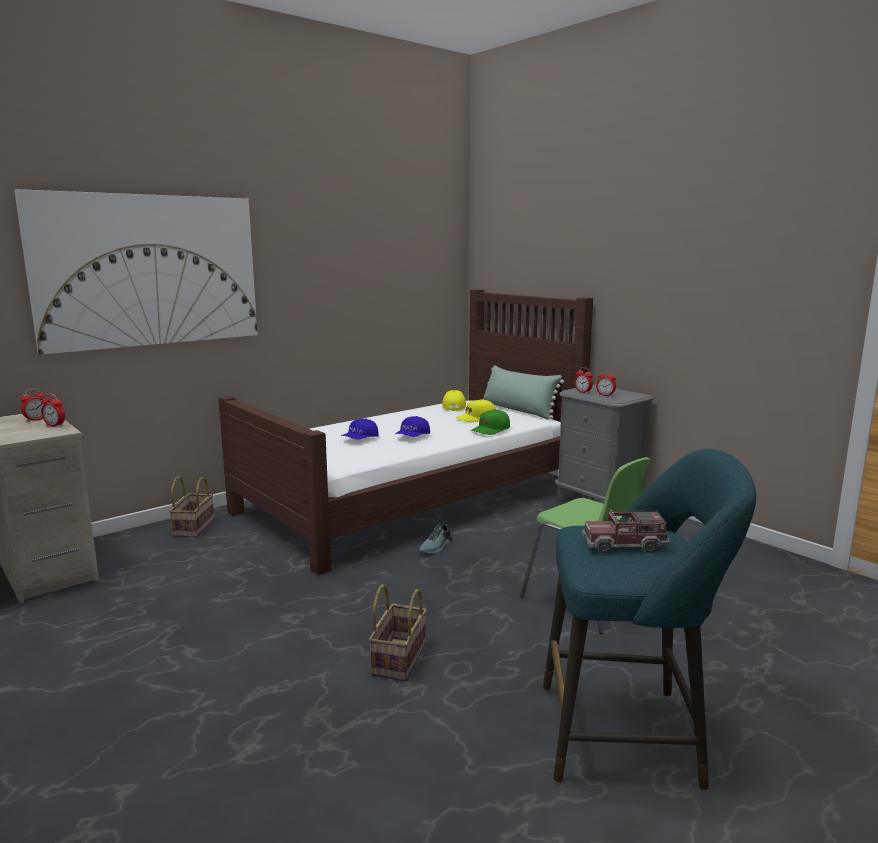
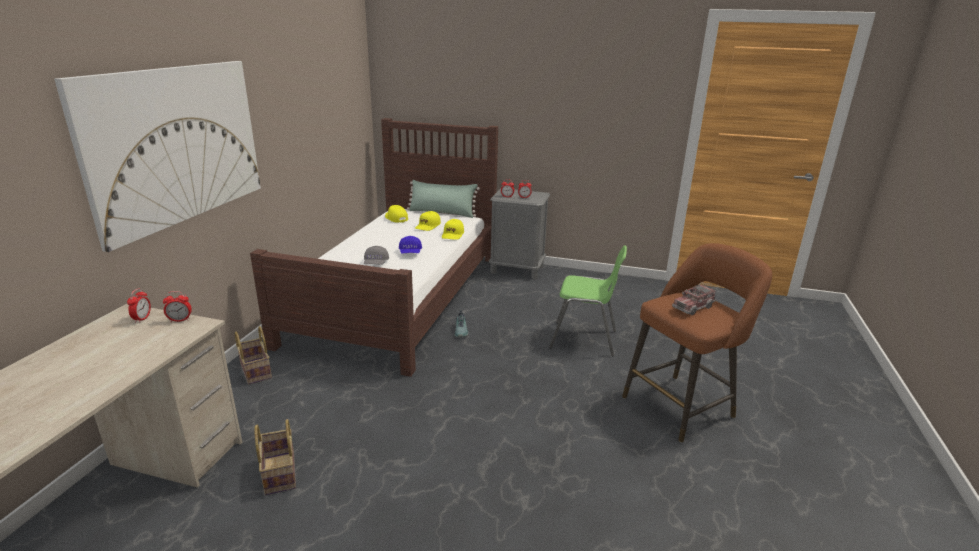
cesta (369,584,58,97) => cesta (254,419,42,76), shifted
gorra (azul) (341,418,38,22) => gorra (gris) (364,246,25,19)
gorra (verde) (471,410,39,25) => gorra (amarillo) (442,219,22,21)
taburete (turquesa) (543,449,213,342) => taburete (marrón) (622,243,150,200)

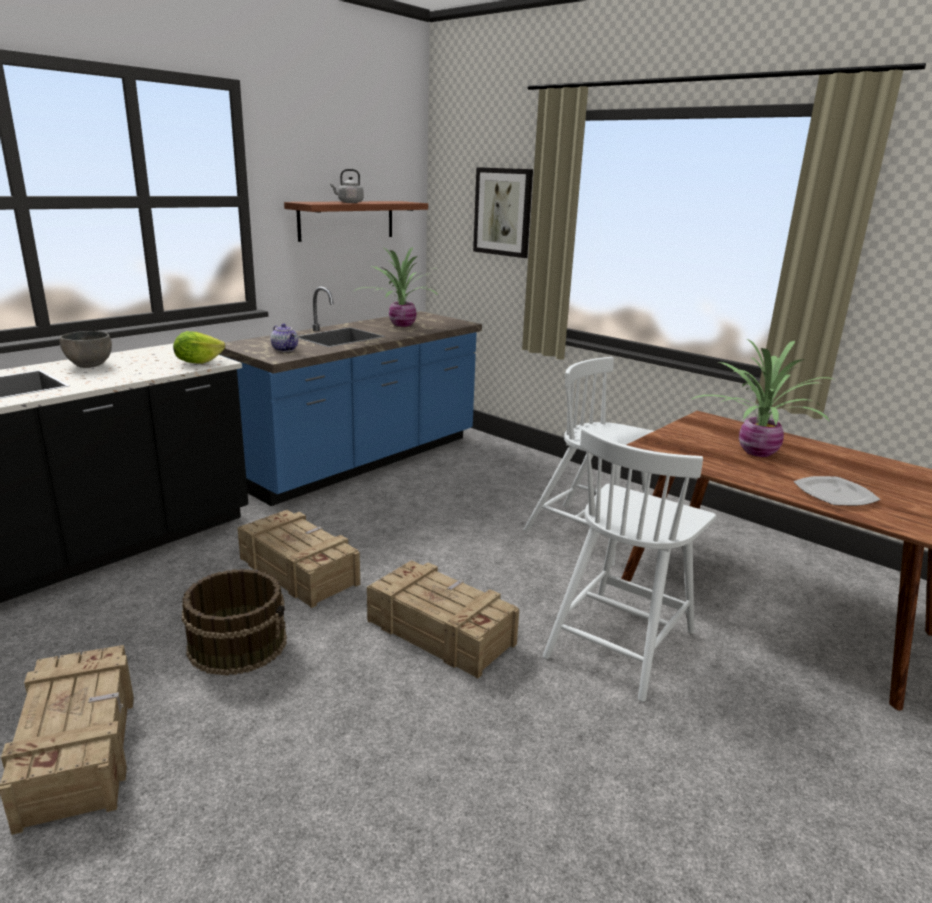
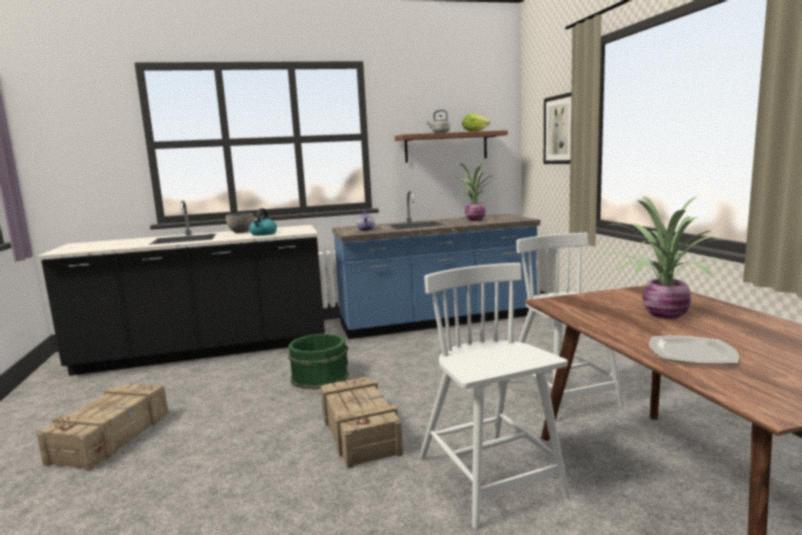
cubo (marrón) (182,569,105,107) => nothing
nothing => hervidor (249,208,28,28)
lechuga (173,331,52,33) => lechuga (462,114,28,18), shifted
caja de embalaje (237,510,123,98) => cubo (verde) (288,334,61,55)
silla (blanco) (543,428,173,274) => silla (blanco) (419,263,151,266), 90 degrees clockwise

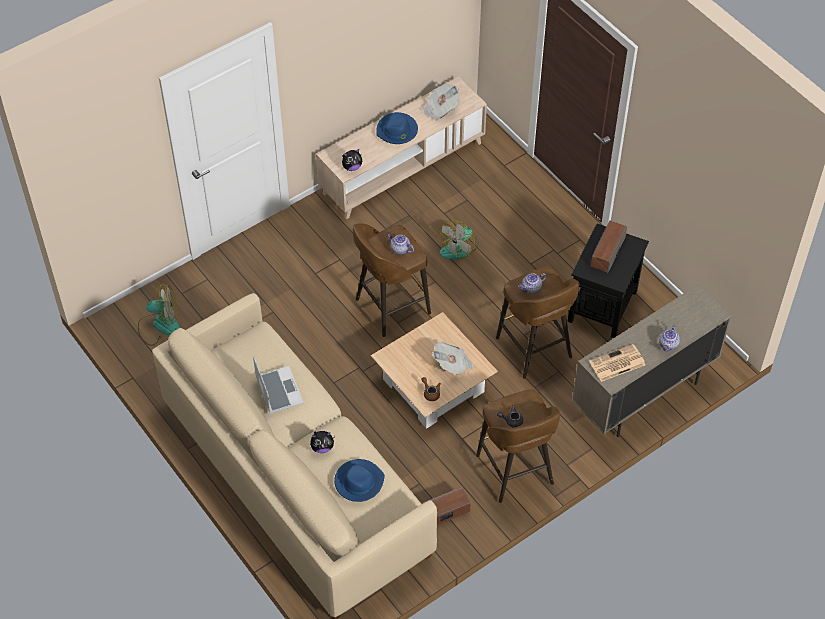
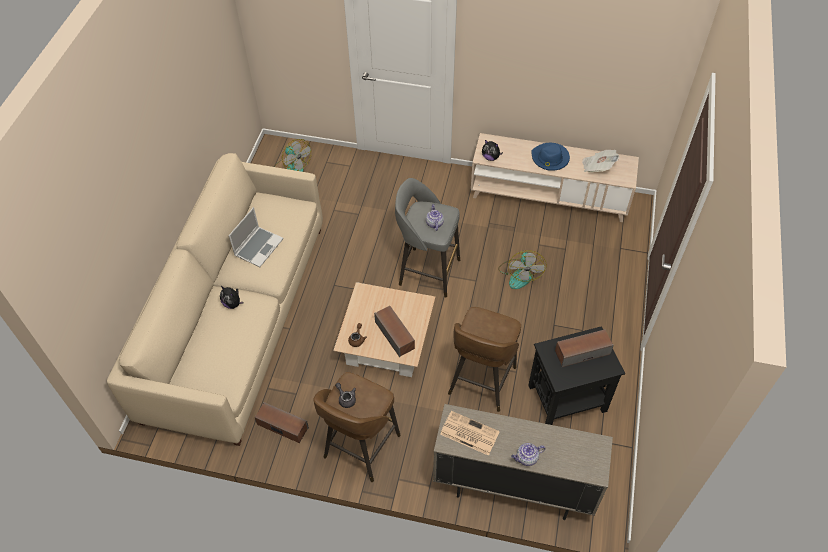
sombrero (azul) (334,459,51,43) => nothing
tetera (518,273,29,21) => nothing
periódico (432,342,43,33) => altavoz (374,306,41,51)
taburete (marrón) (353,223,78,114) => taburete (gris) (395,178,65,120)
ventilador (440,220,39,40) => ventilador (498,250,49,39), 90 degrees counterclockwise

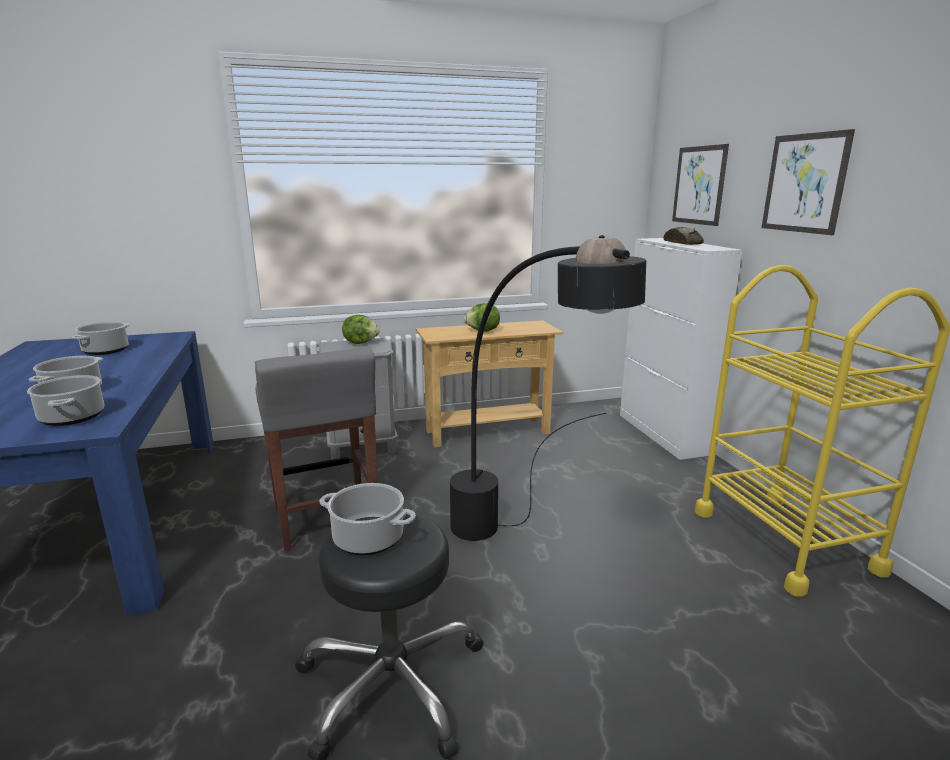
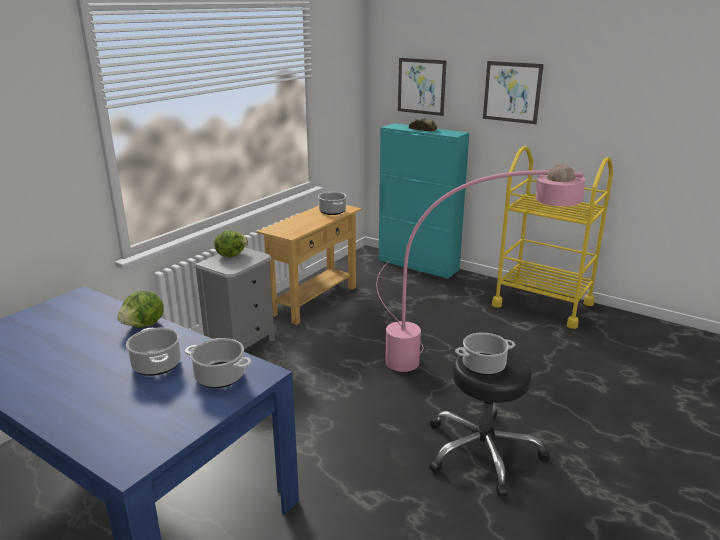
taburete (gris) (255,348,123,203) => nothing
olla (71,321,59,34) => olla (318,192,29,23), shifted
lechuga (464,303,36,29) => lechuga (117,291,47,37), shifted
lámpara de pie (negro) (450,235,196,306) => lámpara de pie (rosa) (376,165,209,207)
armario (blanco) (620,238,122,222) => armario (turquesa) (379,123,90,156)

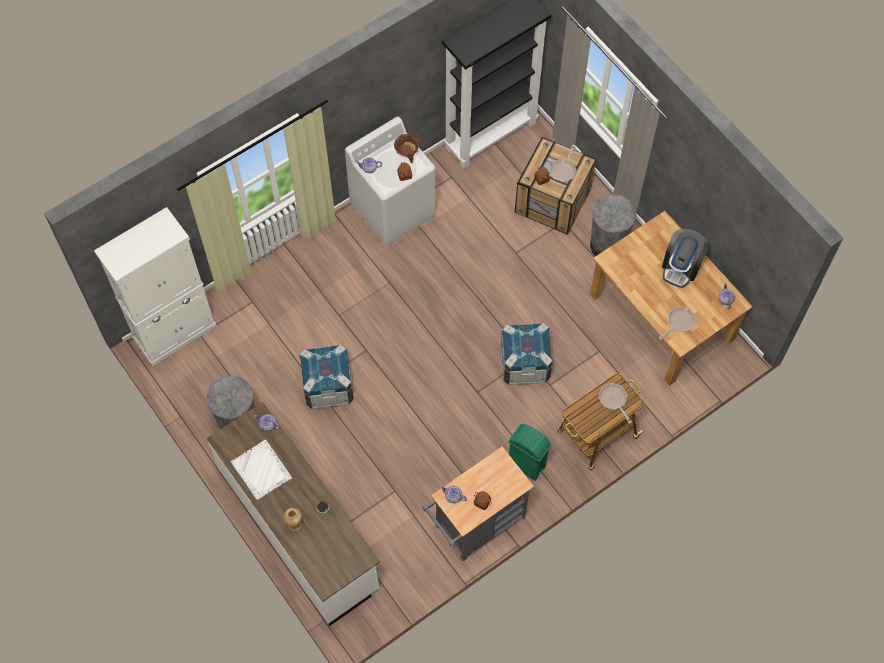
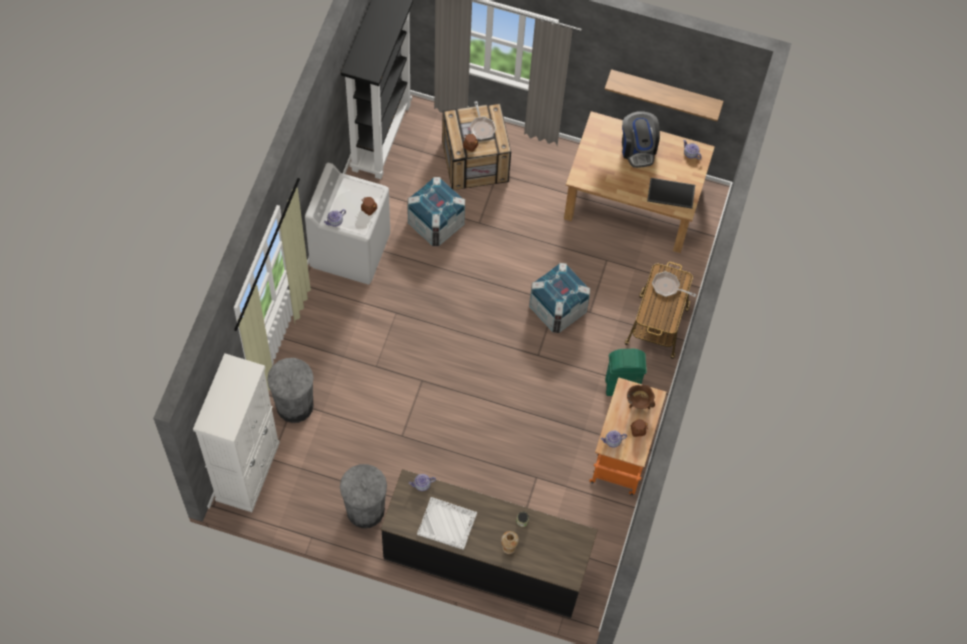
nothing => estante (604,69,120,52)
caja de embalaje (299,344,55,65) => caja de embalaje (408,177,57,69), shifted
olla (marrón) (394,134,26,29) => olla (marrón) (627,384,28,25), shifted
papelera (gris) (590,194,46,62) => papelera (gris) (267,358,47,65), shifted
sartén (659,307,37,33) => bandeja (647,178,48,31)
mueble bajo de cocina (blanco) (207,402,173,224) => mueble bajo de cocina (negro) (381,469,217,149)
carrito (gris) (423,447,111,114) => carrito (naranja) (590,377,76,119)

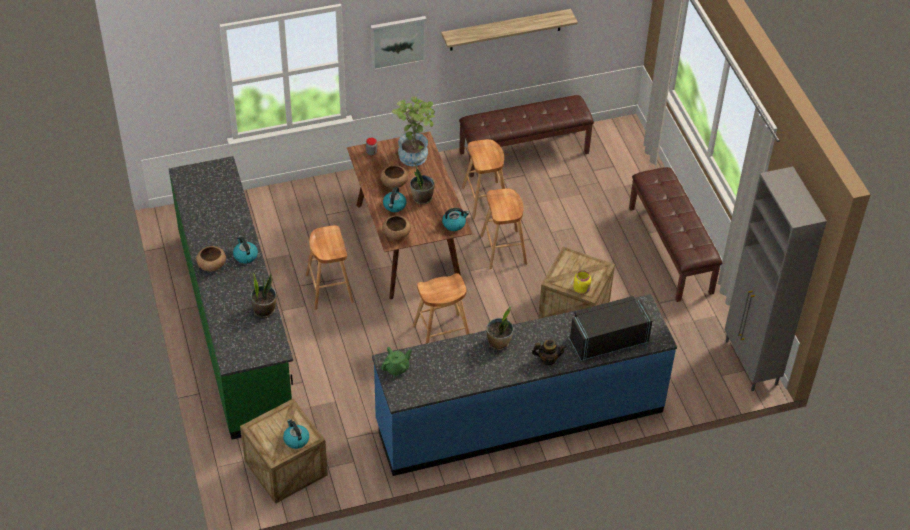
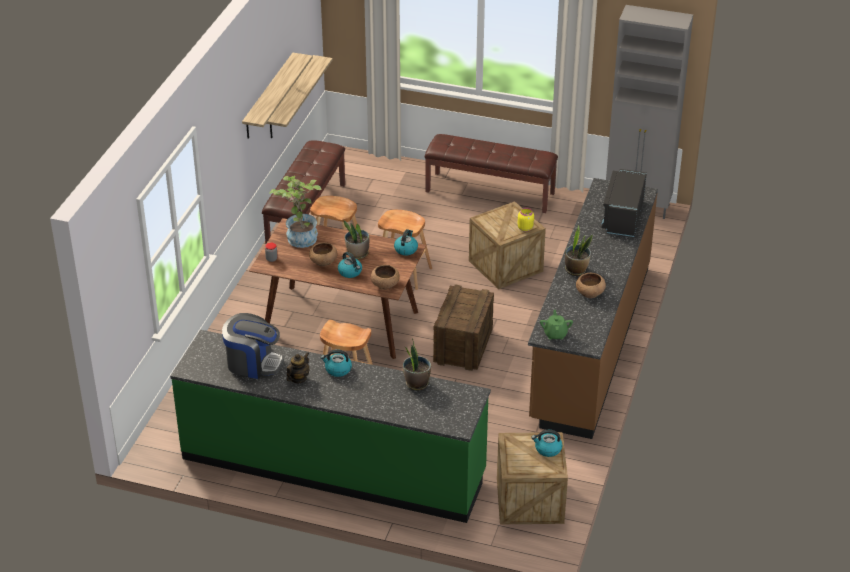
cuadro (371,16,55,55) => nothing
nothing => cafetera (222,313,62,66)
nothing => estante (266,55,67,83)
cuenco (marrón) (196,246,30,26) => cuenco (marrón) (576,273,30,25), shifted
tetera (532,340,34,25) => tetera (287,352,23,32), shifted
taburete (marrón) (413,273,57,70) => caja de embalaje (433,285,61,86)
mueble bajo de cocina (azul) (372,294,305,182) => mueble bajo de cocina (marrón) (528,178,130,261)

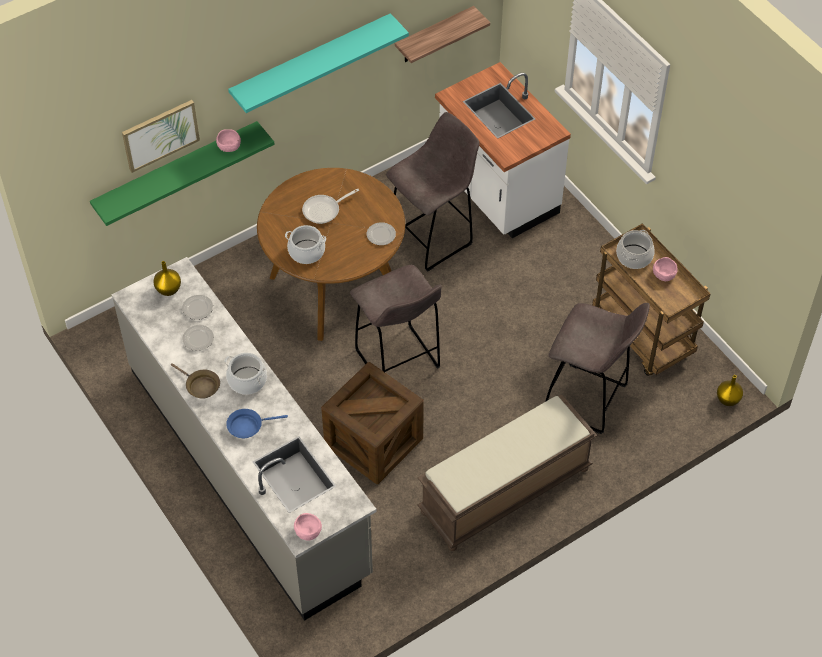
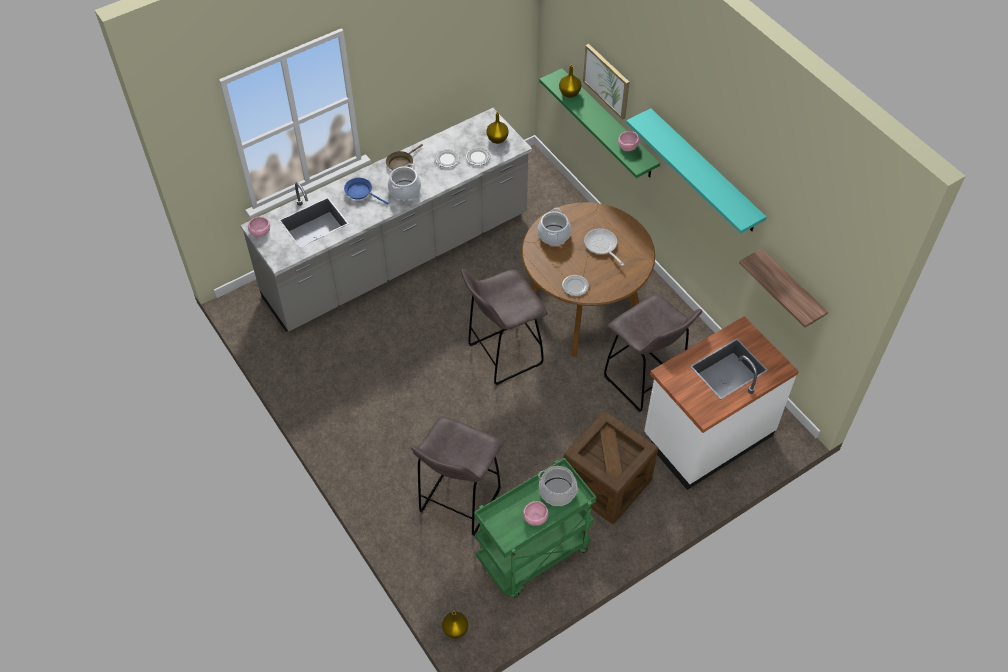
banco (marrón) (418,394,180,157) => nothing
nothing => florero (amarillo) (559,65,23,33)
caja de embalaje (321,362,103,122) => caja de embalaje (563,411,95,113), shifted
carrito (marrón) (592,224,118,152) => carrito (verde) (474,458,122,140)
sartén (azul) (226,409,62,29) => sartén (azul) (344,178,45,26), 45 degrees counterclockwise

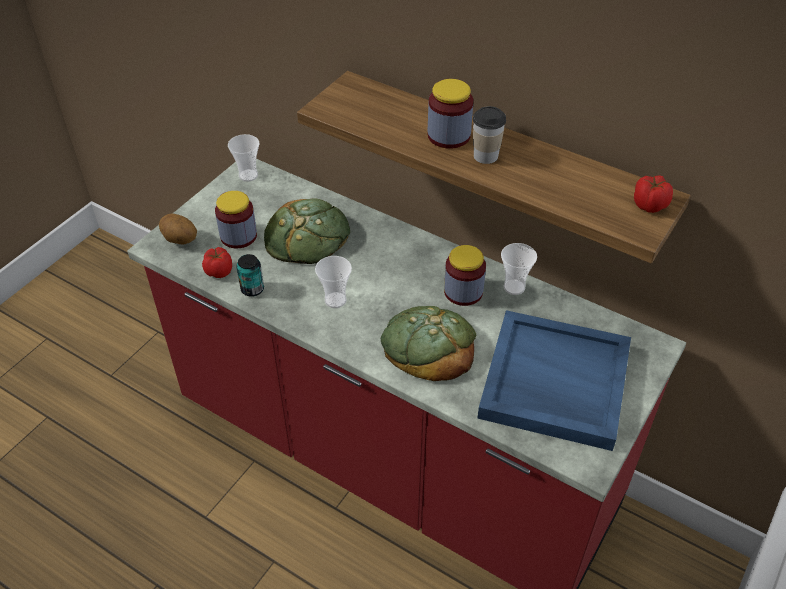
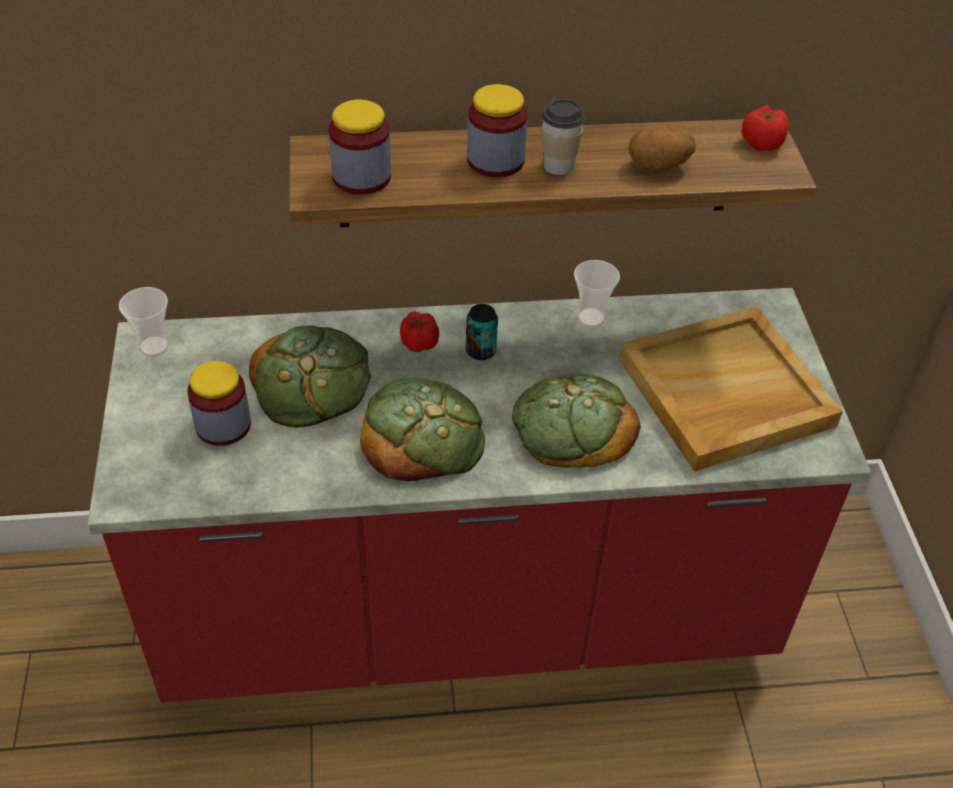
patata (159,213,38,31) => patata (628,125,67,46), shifted
tomate (202,247,30,31) => tomate (400,311,40,41), shifted
lata (236,254,28,43) => lata (466,304,32,56), shifted
tarro (444,245,42,61) => tarro (329,100,62,95), shifted
taza (315,256,37,52) => pan (360,378,125,103)
bandeja (azul) (477,310,154,141) => bandeja (beis) (618,306,225,166)

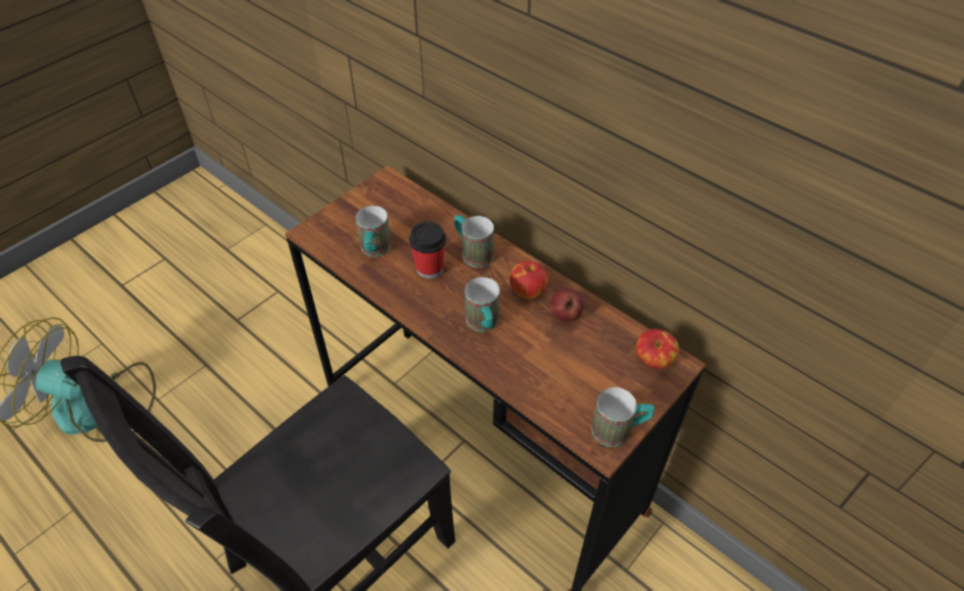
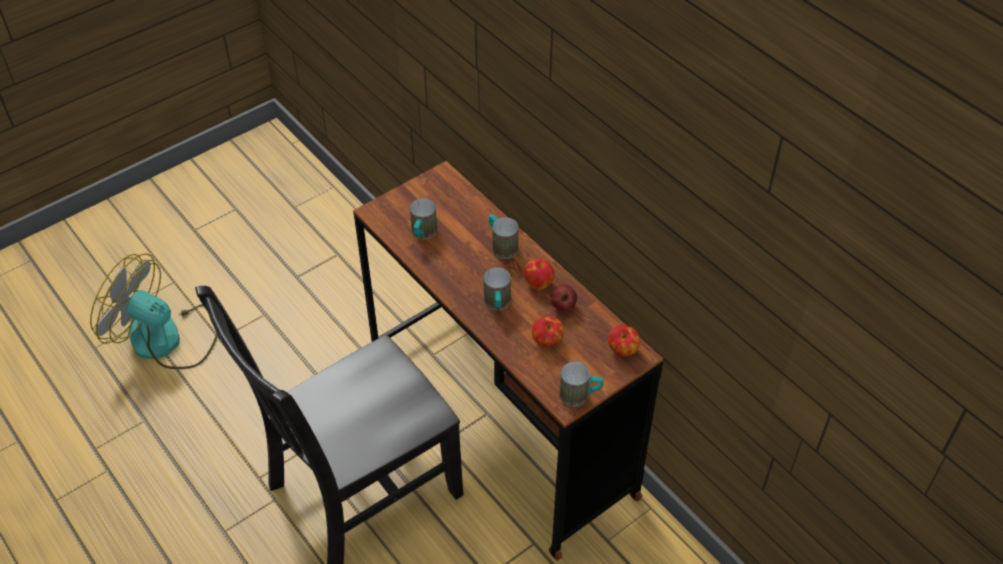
taza (409,222,37,57) => nothing
nothing => manzana (532,316,32,31)

